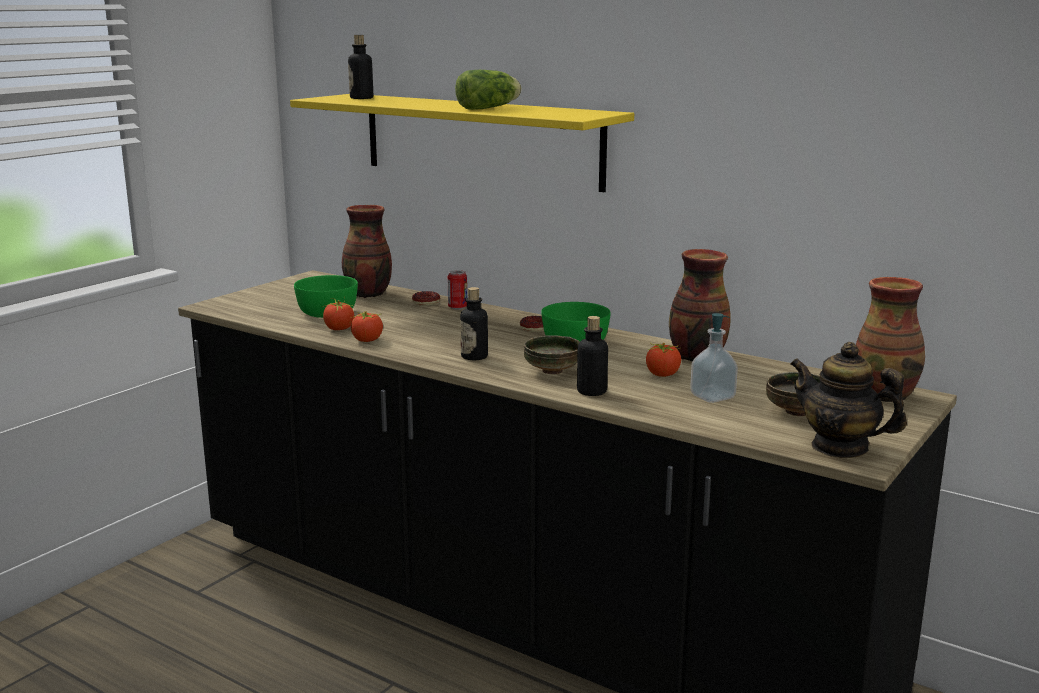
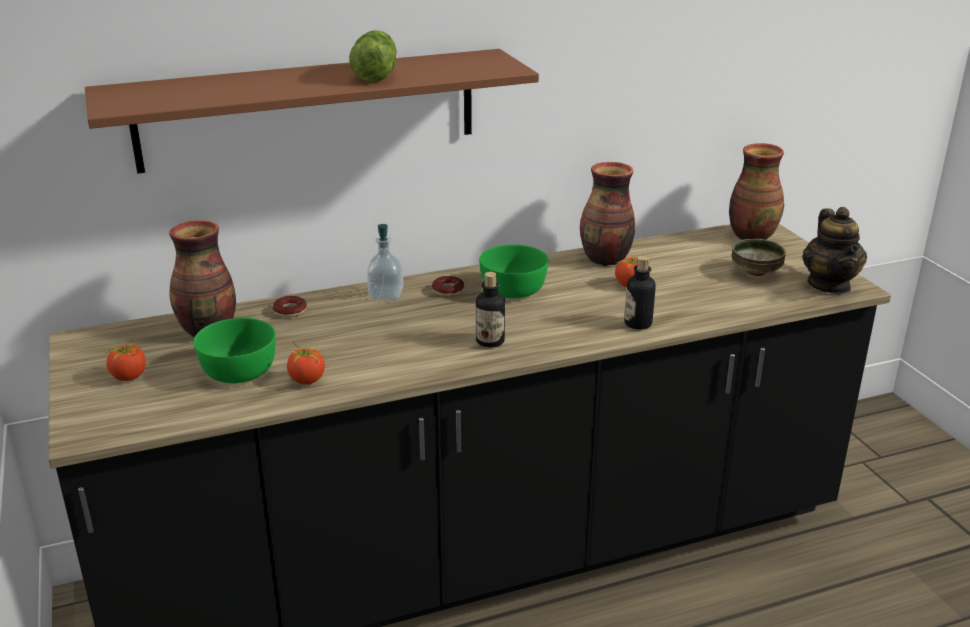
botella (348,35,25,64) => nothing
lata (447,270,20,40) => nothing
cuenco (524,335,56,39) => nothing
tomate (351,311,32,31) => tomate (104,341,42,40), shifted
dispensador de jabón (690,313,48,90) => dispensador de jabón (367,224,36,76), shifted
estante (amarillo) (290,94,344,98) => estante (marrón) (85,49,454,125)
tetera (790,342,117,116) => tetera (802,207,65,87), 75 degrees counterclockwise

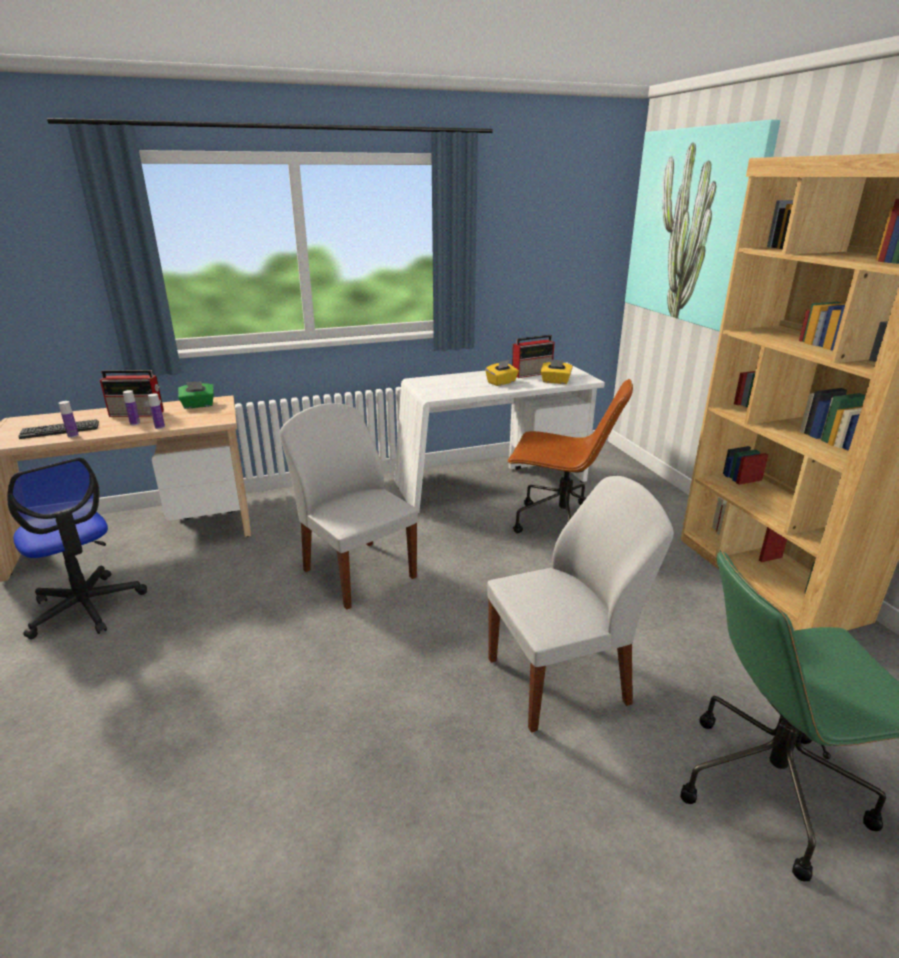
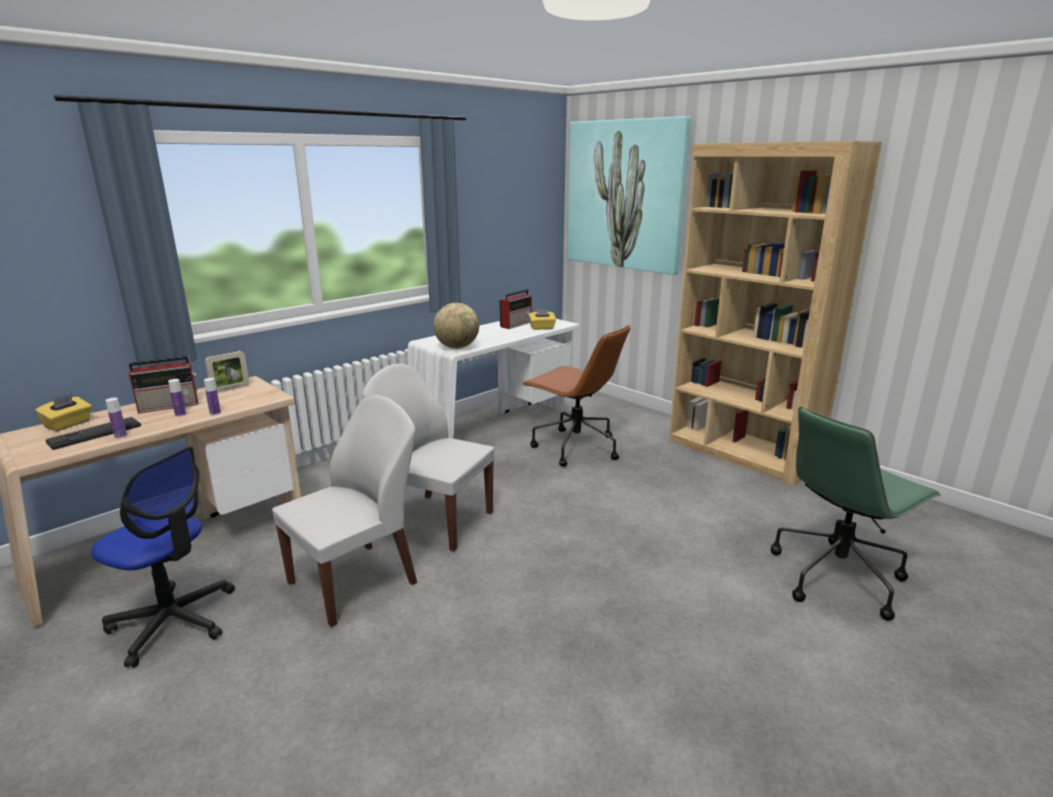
nothing => globo terráqueo (433,303,46,46)
caja de pañuelos (amarillo) (485,360,34,26) => caja de pañuelos (amarillo) (35,394,57,37), shifted
silla (blanco) (487,476,187,257) => silla (blanco) (272,395,145,232), shifted
caja de pañuelos (verde) (178,381,36,28) => portarretratos (205,351,44,42)
silla de oficina (marrón) (507,379,126,154) => silla de oficina (marrón) (522,325,108,142), 45 degrees clockwise

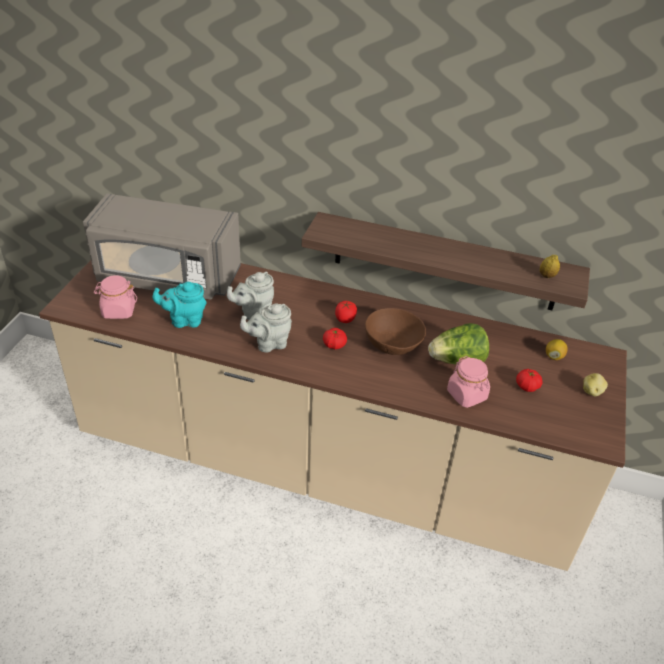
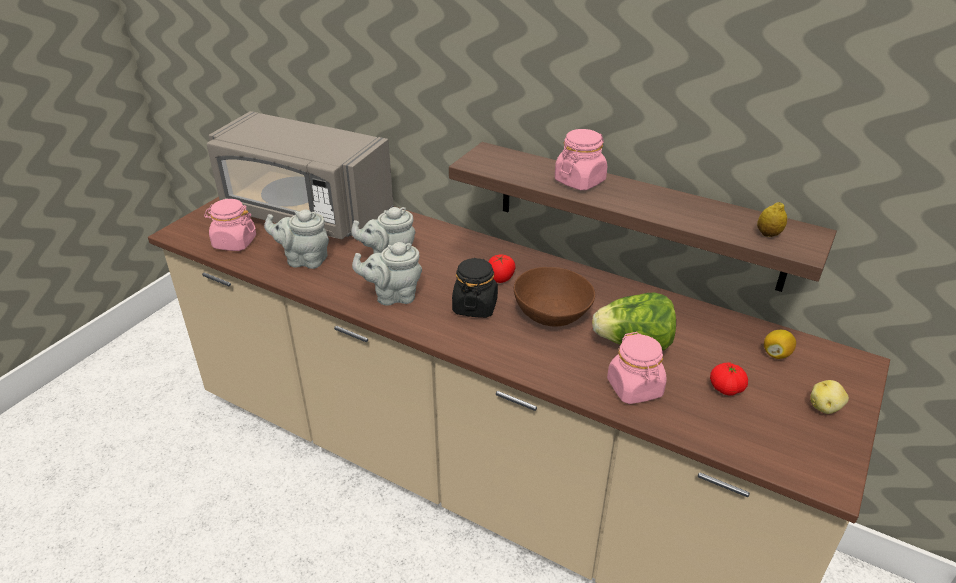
nothing => tarro (rosa) (555,129,53,61)
tomate (323,328,24,22) => tarro (negro) (452,258,46,60)
tetera (turquesa) (152,282,54,46) => tetera (gris) (264,210,65,59)

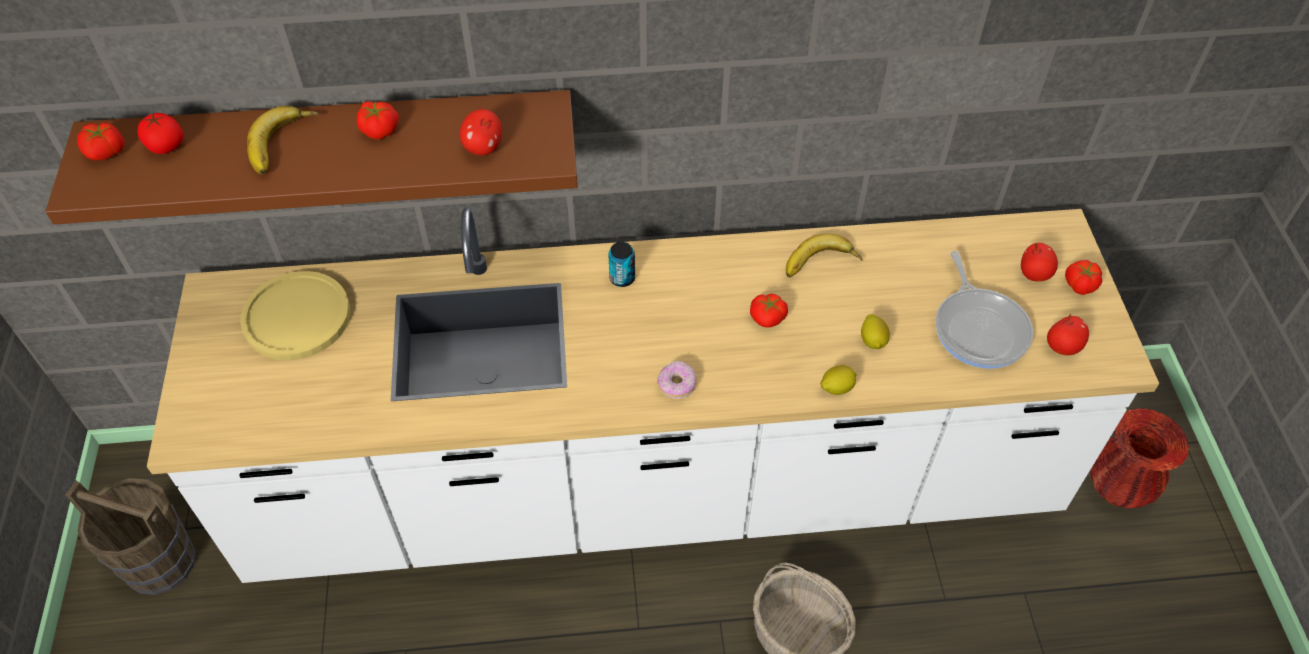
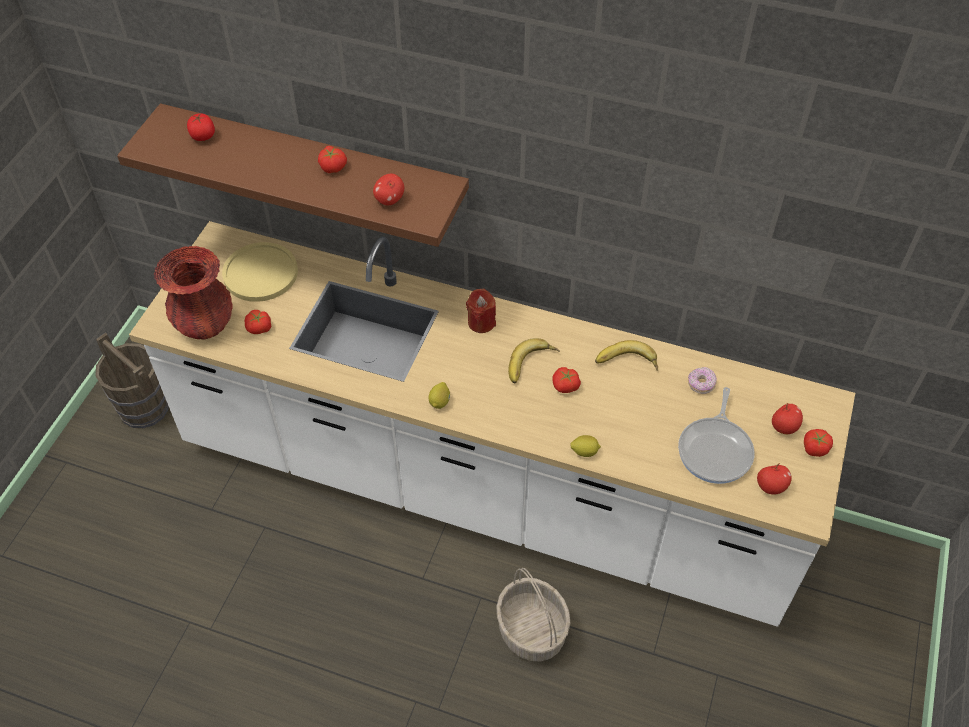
tomate (77,123,48,37) => tomate (245,310,26,24), shifted
plátano (247,106,72,68) => plátano (508,338,52,45), shifted
rosquilla (657,361,40,38) => rosquilla (688,367,29,27), shifted
limón (861,314,29,35) => limón (429,382,21,27), shifted
florero (rojo) (1091,408,98,100) => florero (rojo) (154,246,79,94), shifted
lata (608,242,27,45) => vela (rojo) (466,289,30,44)

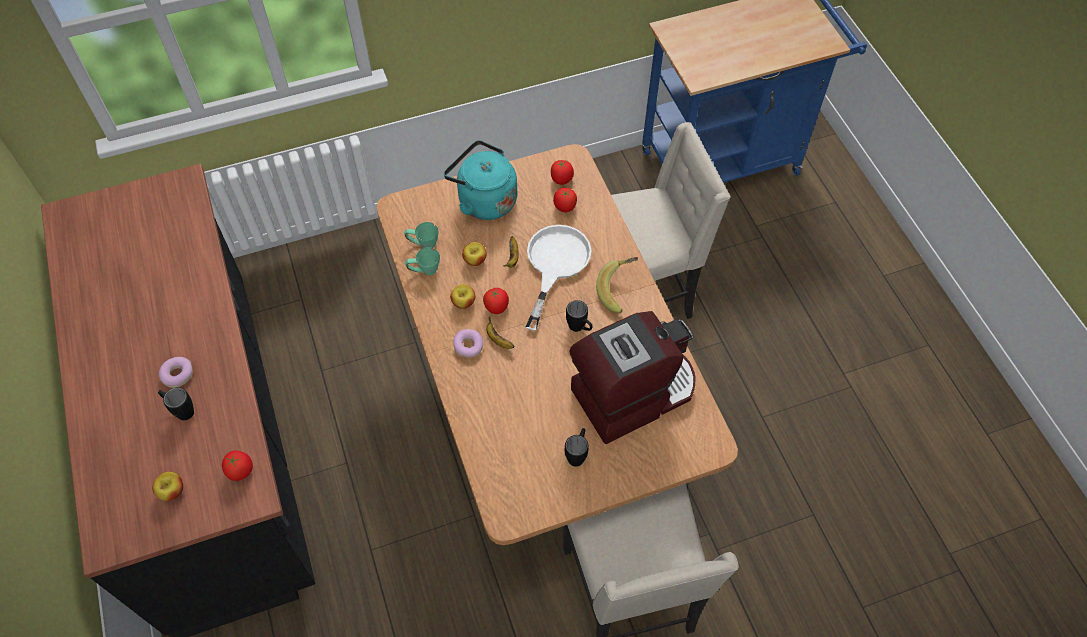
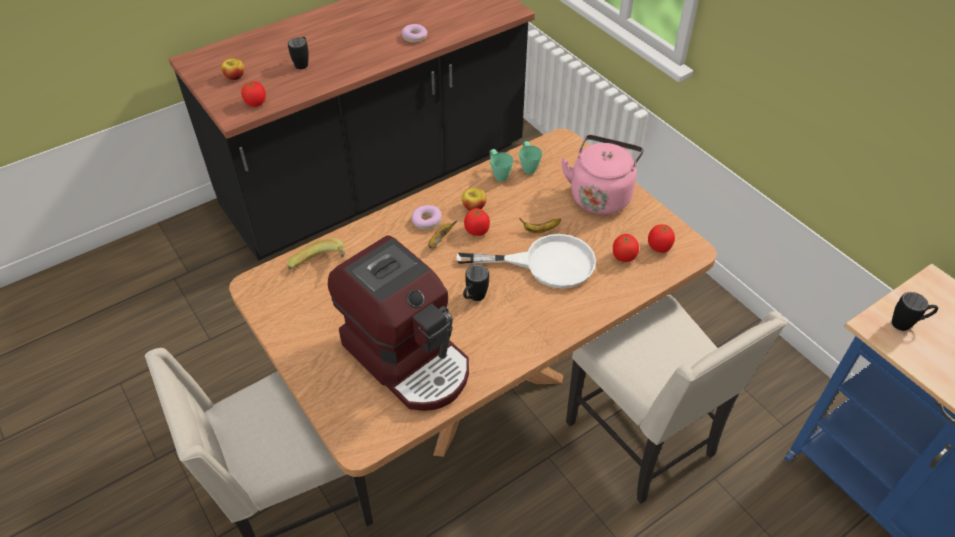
manzana (462,242,25,24) => nothing
rosquilla (159,357,34,31) => rosquilla (402,24,25,19), shifted
taza grande (negro) (565,428,24,39) => taza grande (negro) (892,292,46,39), shifted
plátano (596,257,42,56) => plátano (287,238,58,32), shifted
hervidor (turquesa) (444,140,73,80) => hervidor (rosa) (561,135,83,80)

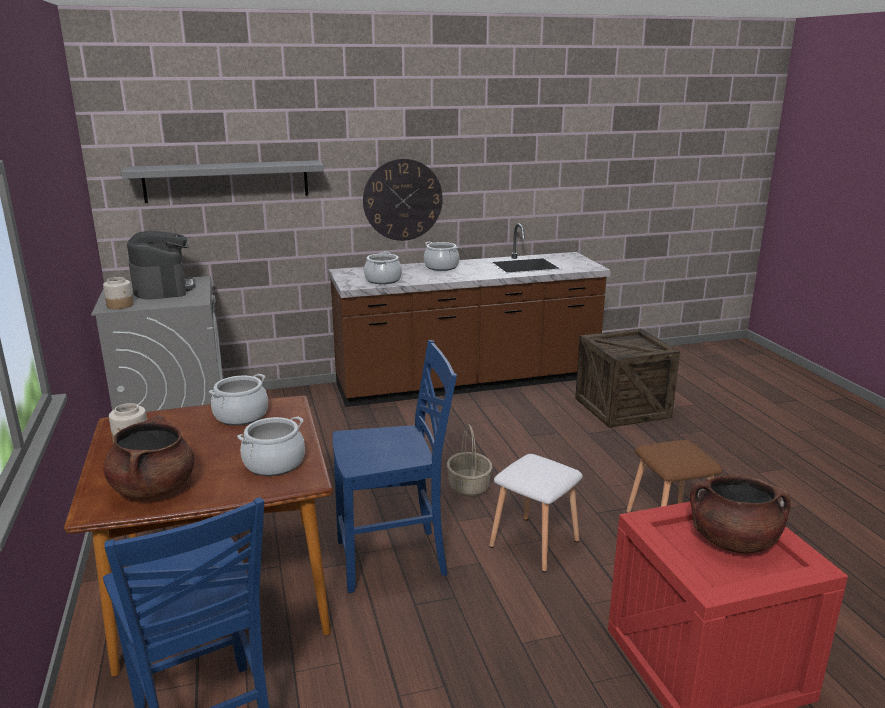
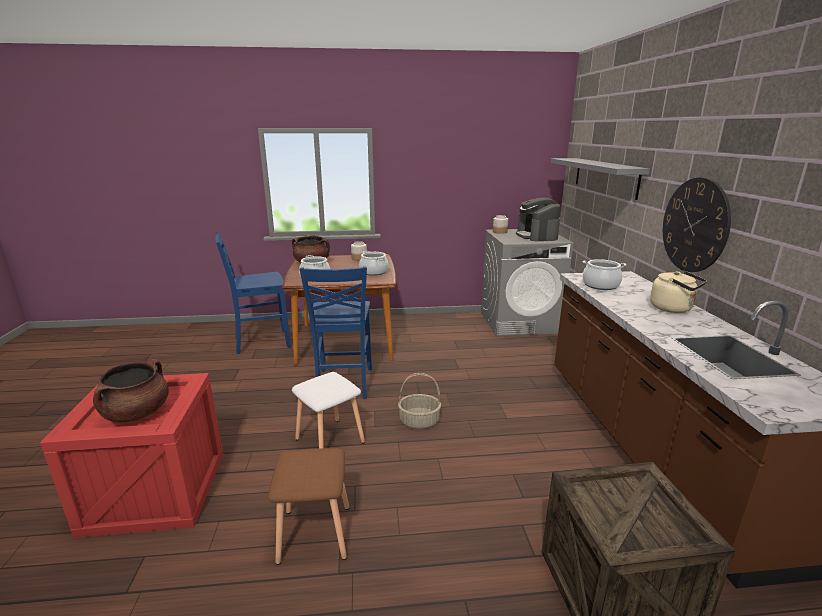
olla (424,242,35,29) => hervidor (beis) (650,271,57,42)
cafetera (127,231,69,69) => cafetera (516,198,45,43), 90 degrees clockwise

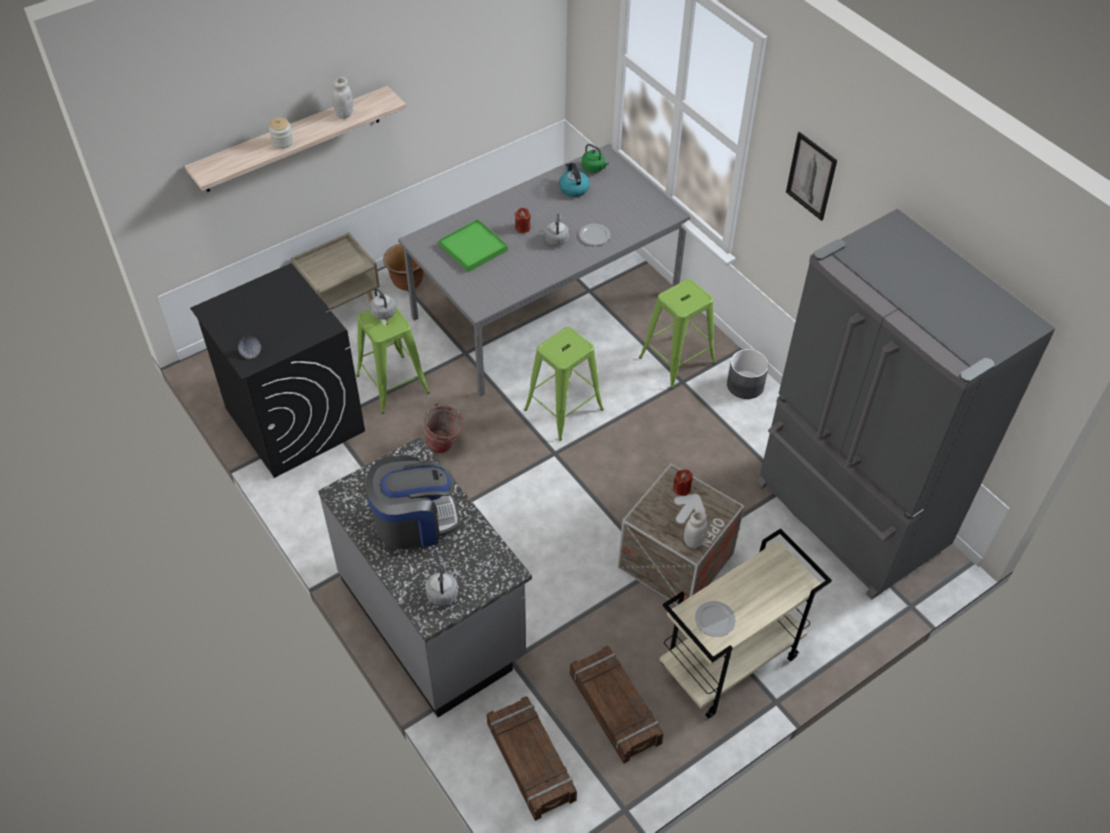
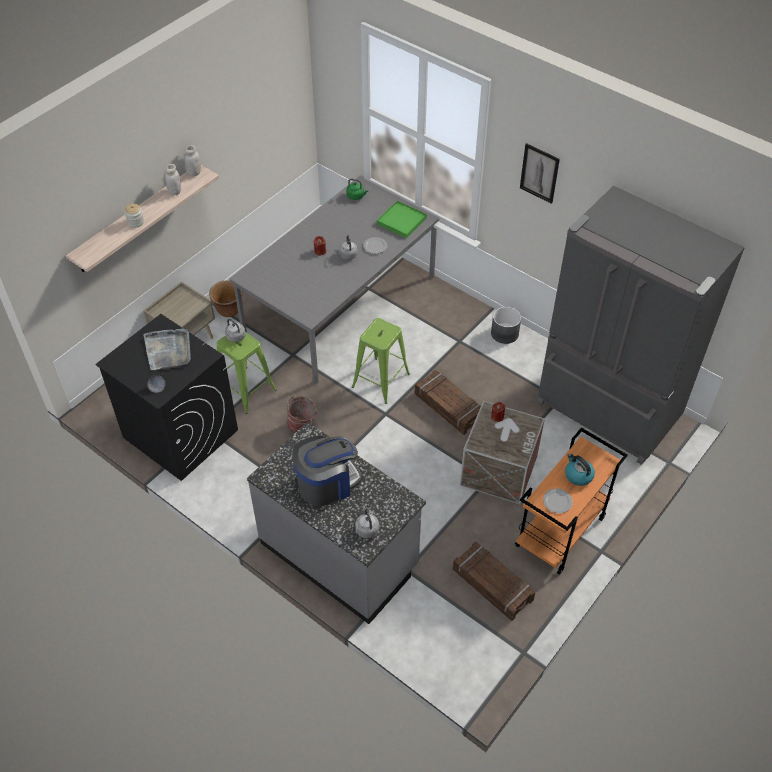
taburete (verde) (639,279,77,110) => nothing
nothing => bandeja (gris) (143,329,48,41)
bandeja (verde) (439,219,69,53) => bandeja (verde) (377,201,50,38), shifted
caja de embalaje (487,696,90,125) => caja de embalaje (415,370,66,65), shifted
hervidor (559,163,31,34) => hervidor (565,453,30,33), shifted
tarro (blanco) (684,510,24,38) => tarro (blanco) (184,145,17,31), shifted
carrito (beis) (660,528,172,190) => carrito (naranja) (515,428,113,147)

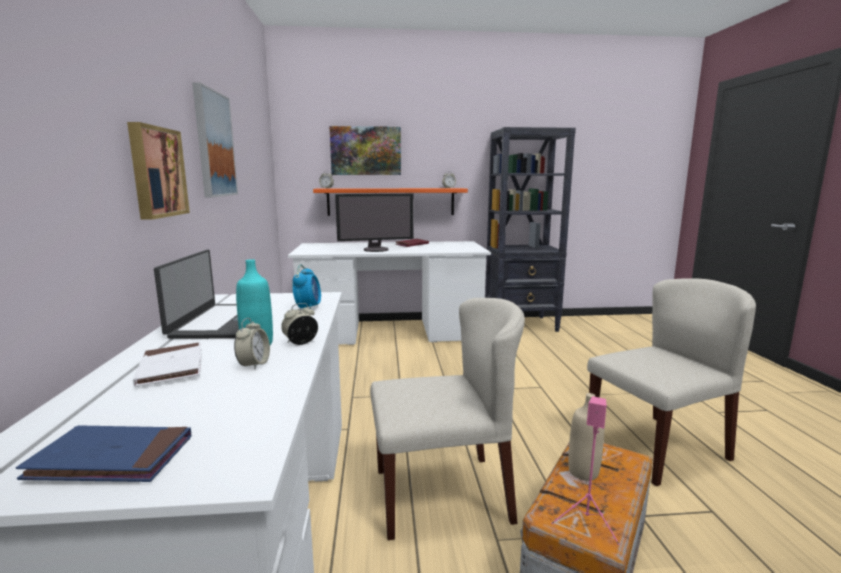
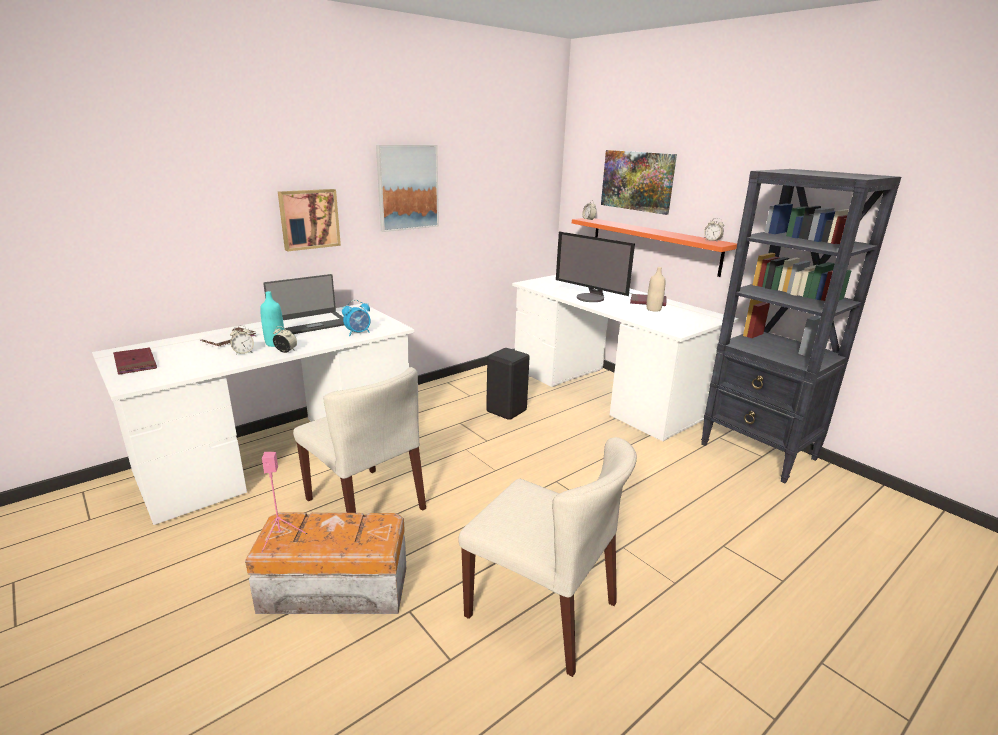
nothing => taburete (negro) (486,348,43,72)
botella (beis) (568,393,37,88) => botella (beis) (647,267,18,45), shifted
libro (azul) (16,425,175,57) => libro (rojo) (113,348,44,27)

